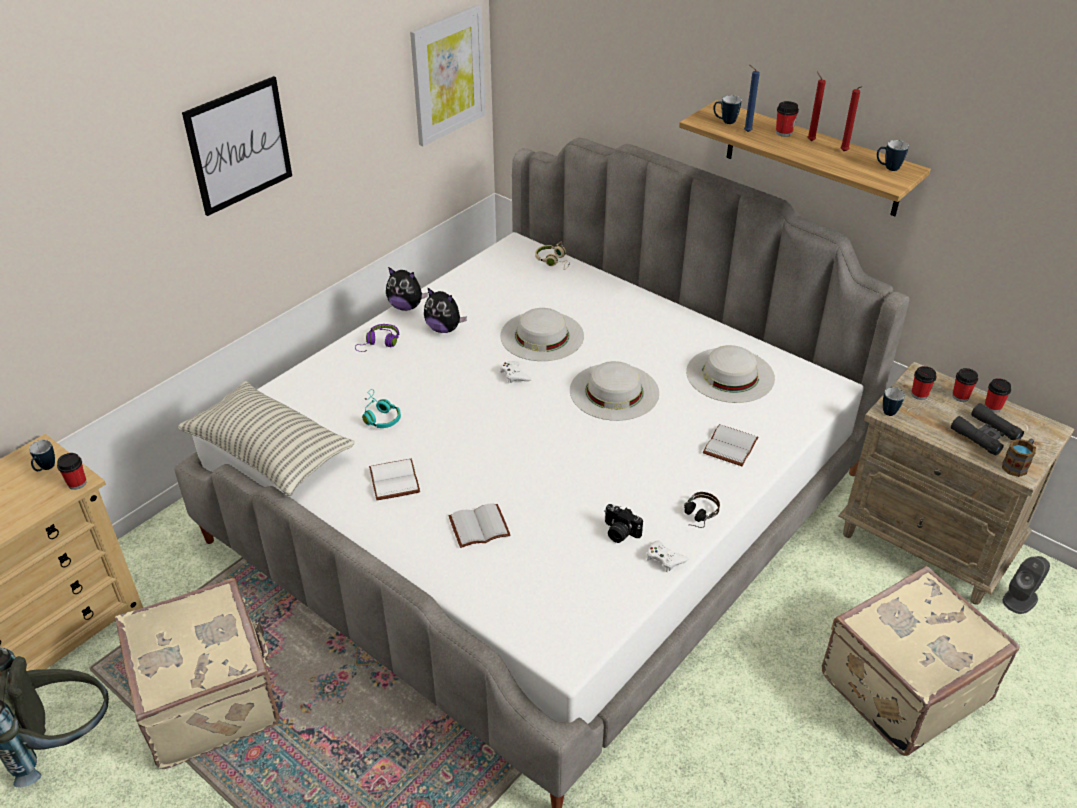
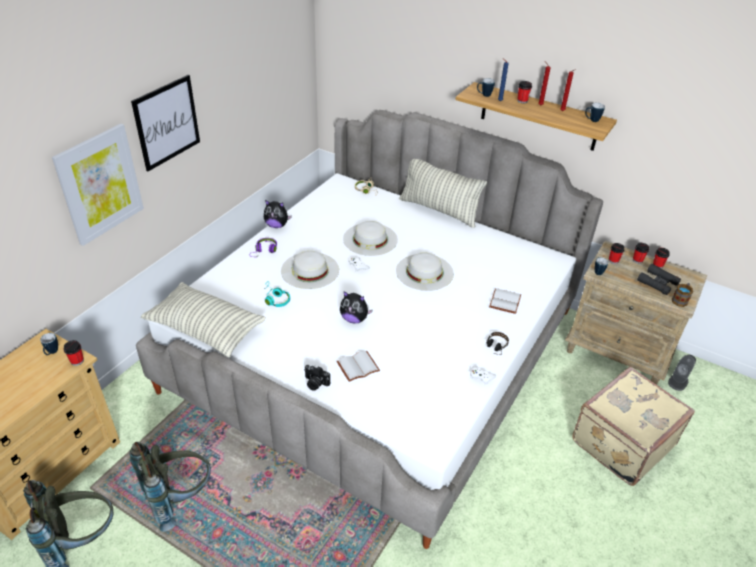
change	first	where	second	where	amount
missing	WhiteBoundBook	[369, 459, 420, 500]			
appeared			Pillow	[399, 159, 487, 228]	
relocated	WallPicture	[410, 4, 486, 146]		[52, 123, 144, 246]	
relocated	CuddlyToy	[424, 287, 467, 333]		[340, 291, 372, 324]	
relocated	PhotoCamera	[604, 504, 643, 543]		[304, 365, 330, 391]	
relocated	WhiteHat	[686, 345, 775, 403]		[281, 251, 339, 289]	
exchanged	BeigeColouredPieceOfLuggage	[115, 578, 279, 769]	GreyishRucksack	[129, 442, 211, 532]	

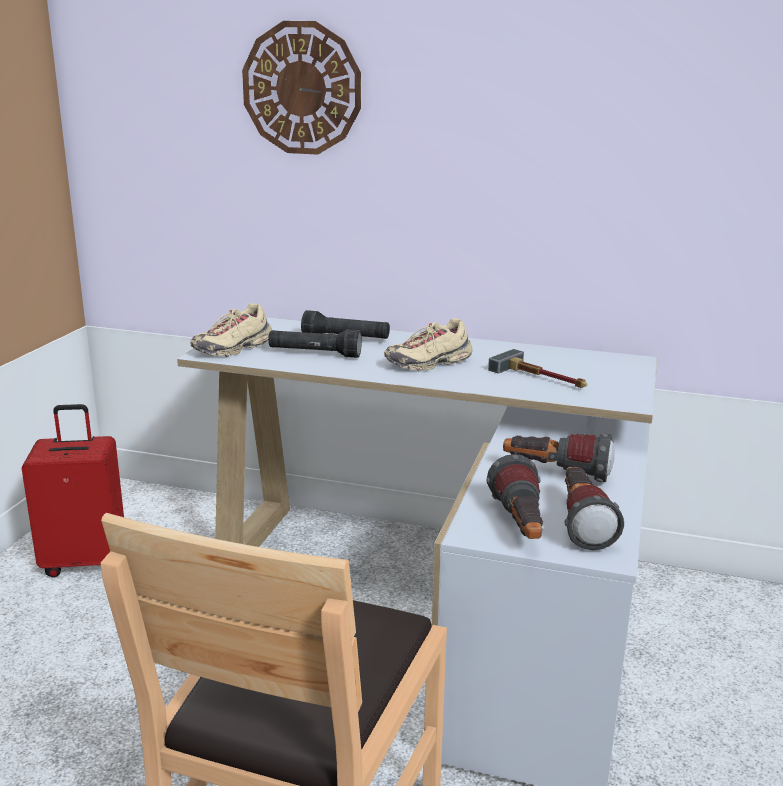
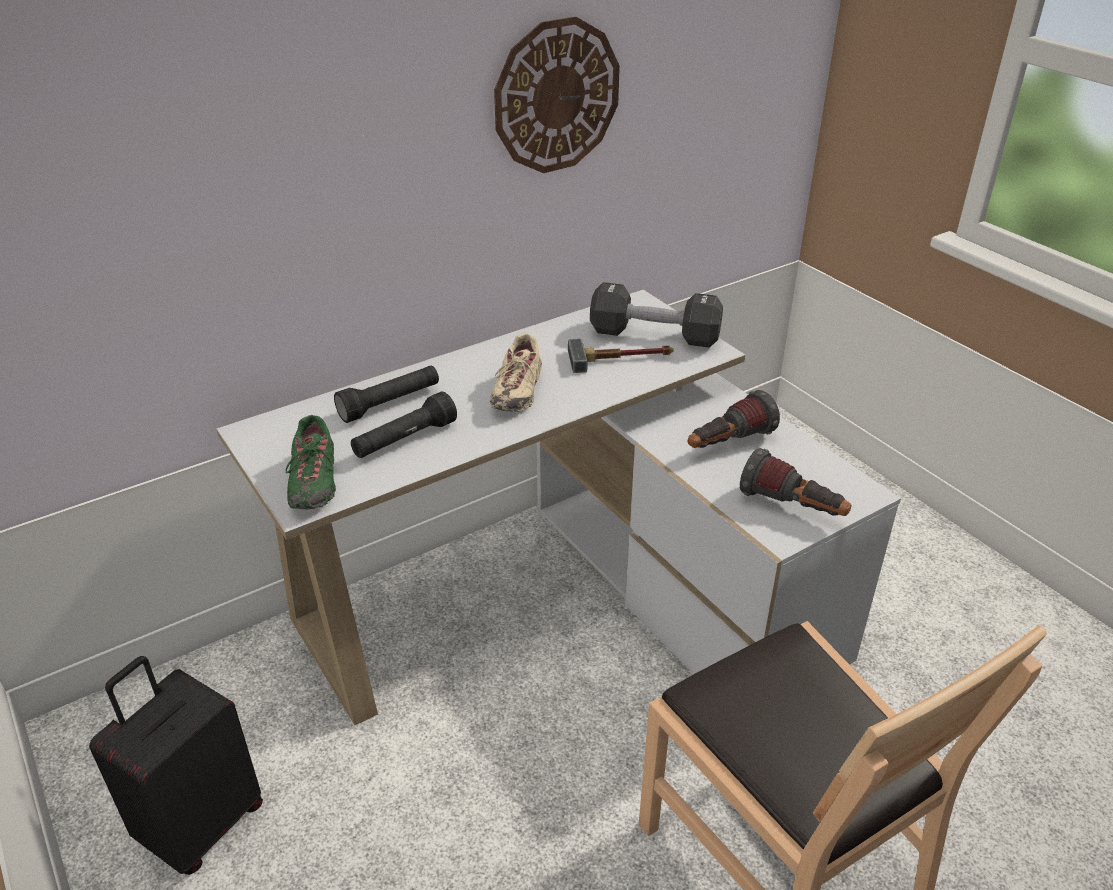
change	first	where	second	where	amount
missing	HandTorch	[565, 467, 624, 550]			
appeared			BlackishDumbbell	[590, 282, 723, 348]	
relocated	WallClock	[242, 21, 361, 155]		[494, 16, 620, 173]	
colour	RedPieceOfLuggage	[22, 404, 124, 578]	BlackishPieceOfLuggage	[89, 656, 263, 875]	
colour	BeigeColouredLowShoe	[190, 303, 272, 357]	GreenishLowShoe	[286, 415, 336, 509]	

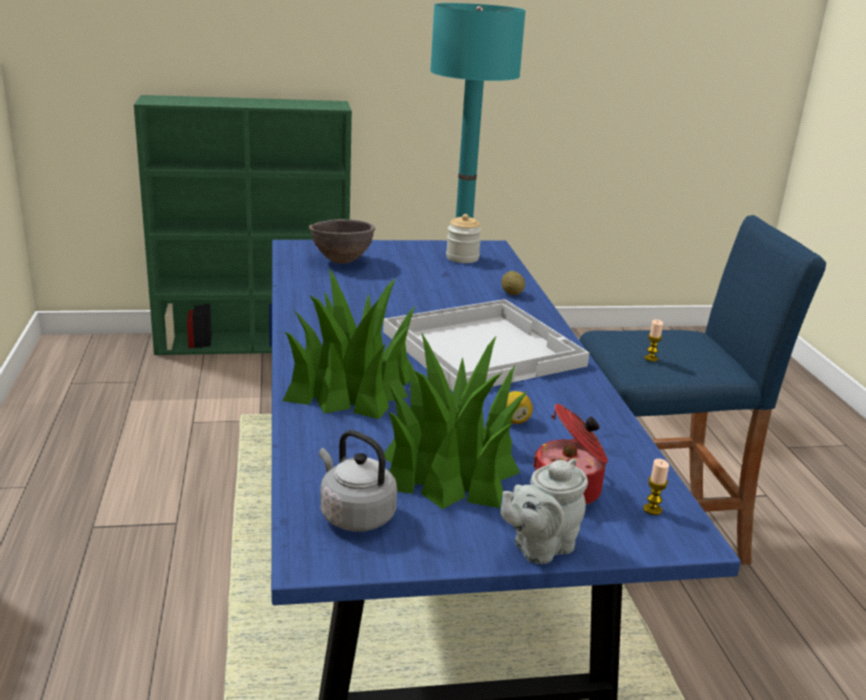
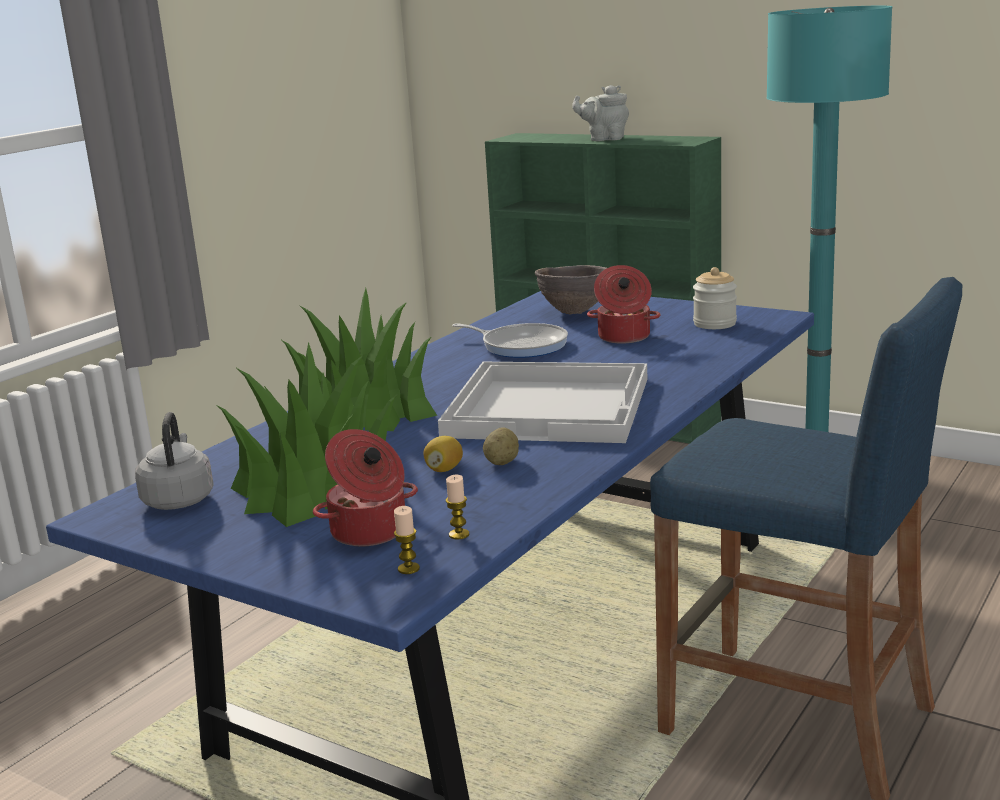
change	first	where	second	where	amount
appeared			Skillet	[452, 323, 568, 358]	
appeared			Stockpot	[587, 265, 661, 344]	
relocated	Spud	[501, 271, 525, 295]		[483, 427, 519, 465]	
relocated	GreyishTeapot	[501, 459, 588, 564]		[572, 85, 629, 141]	
relocated	Candle	[645, 319, 663, 361]		[446, 475, 469, 540]	

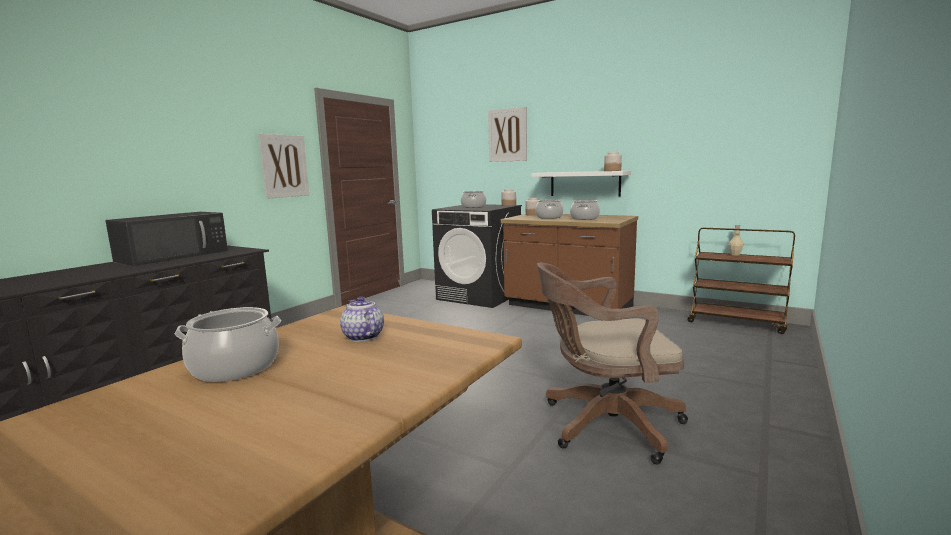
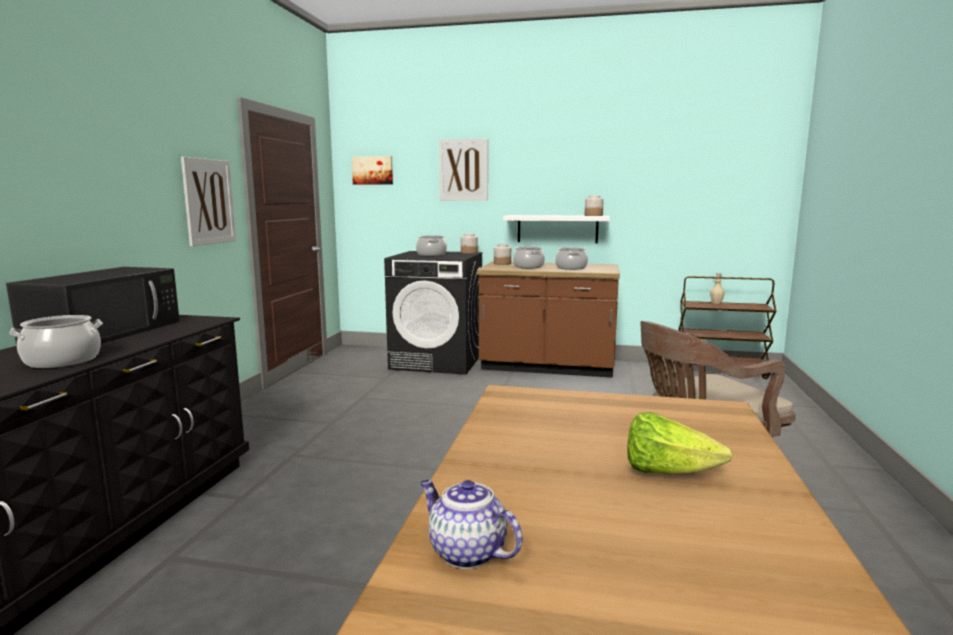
change	first	where	second	where	amount
appeared			WallPicture	[352, 156, 393, 185]	
appeared			Lettuce	[627, 412, 733, 474]	
relocated	Stockpot	[174, 307, 281, 382]		[9, 315, 103, 368]	
relocated	Teapot	[340, 296, 384, 342]		[420, 479, 522, 569]	

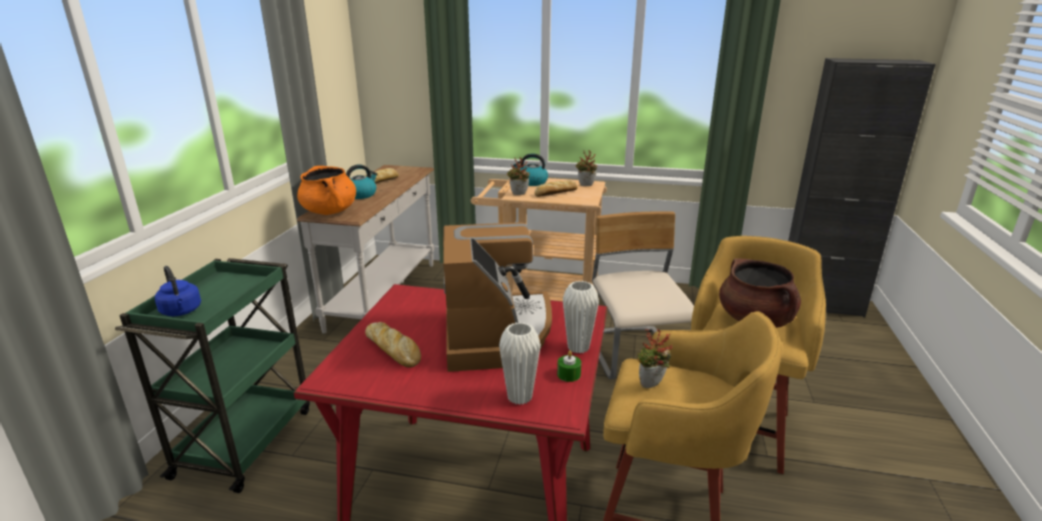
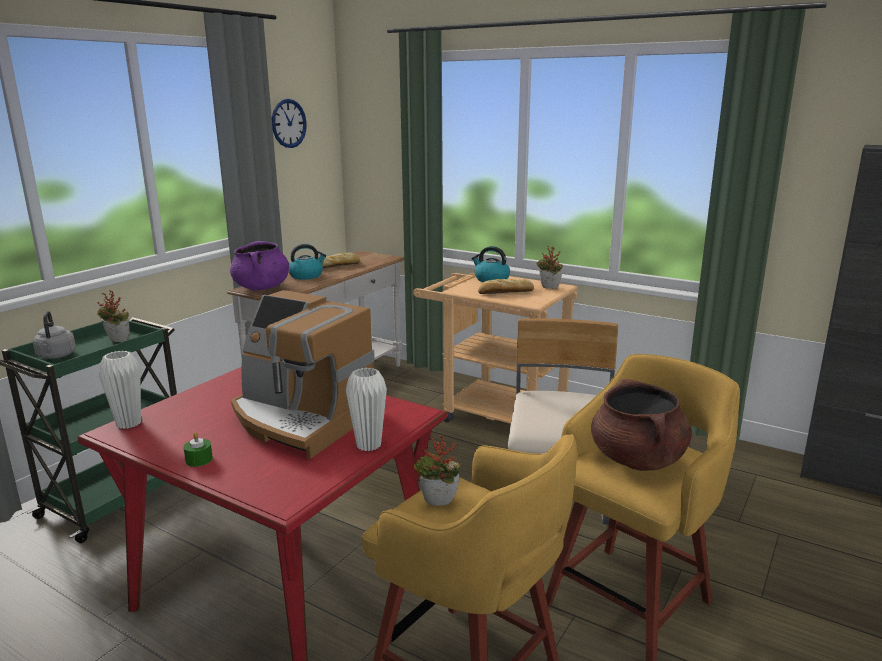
change	first	where	second	where	amount
missing	Bread	[365, 322, 421, 368]			
appeared			WallClock	[272, 99, 307, 148]	
relocated	WhiteVase	[499, 322, 541, 405]		[99, 351, 141, 429]	
relocated	Houseplant	[507, 157, 530, 195]		[97, 291, 130, 342]	
relocated	GreenishCandle	[557, 351, 581, 382]		[183, 432, 213, 467]	
colour	BluishTeaKettle	[155, 266, 201, 316]	GreyishTeaKettle	[33, 311, 76, 359]	
colour	OrangeStockpot	[297, 166, 356, 215]	PurplishStockpot	[230, 241, 289, 290]	
spun	CoffeeBrewer	[443, 222, 552, 372]		[231, 290, 375, 459]	105 degrees clockwise

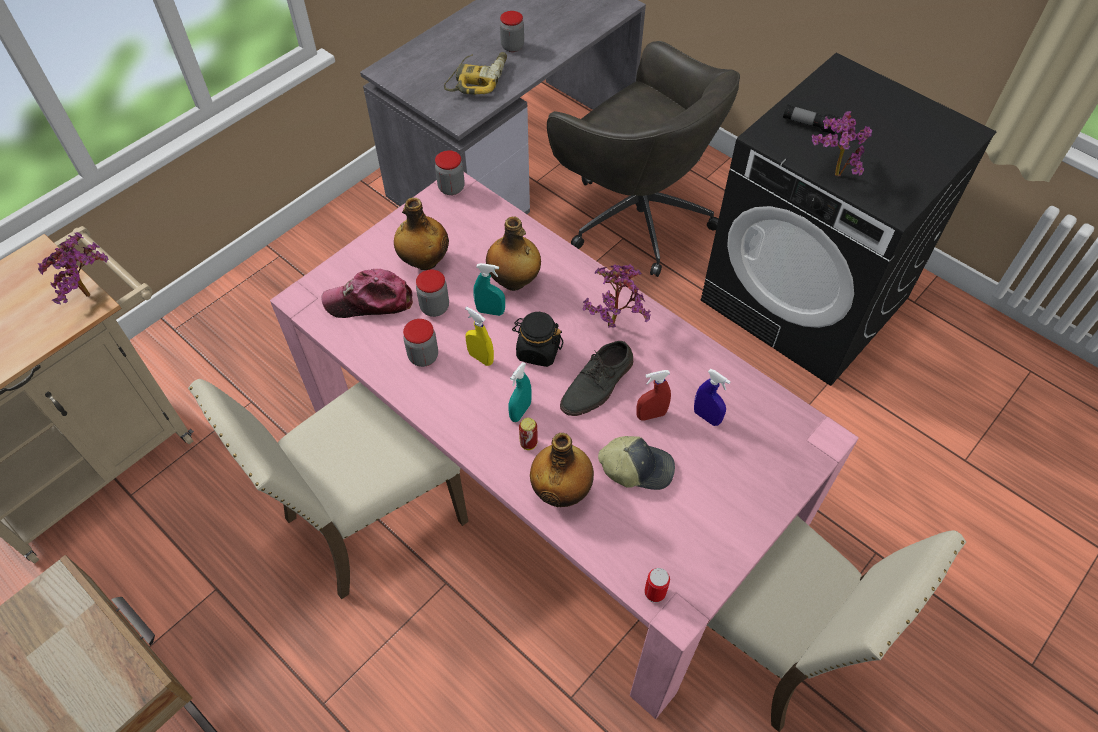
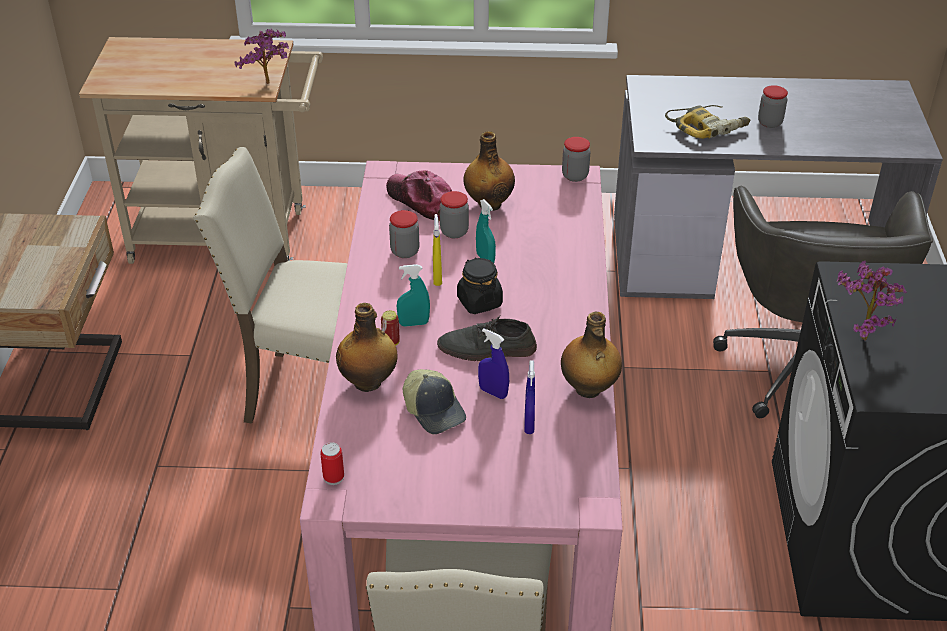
change	first	where	second	where	amount
missing	Houseplant	[583, 264, 651, 327]			
missing	HandTorch	[783, 104, 842, 135]			
relocated	Bottle	[486, 217, 541, 291]		[561, 312, 622, 398]	
colour	RedSprayBottle	[636, 370, 671, 421]	BluishSprayBottle	[478, 328, 509, 399]	

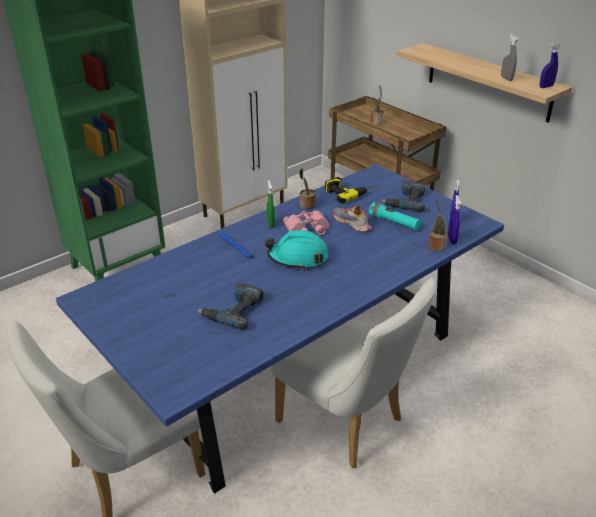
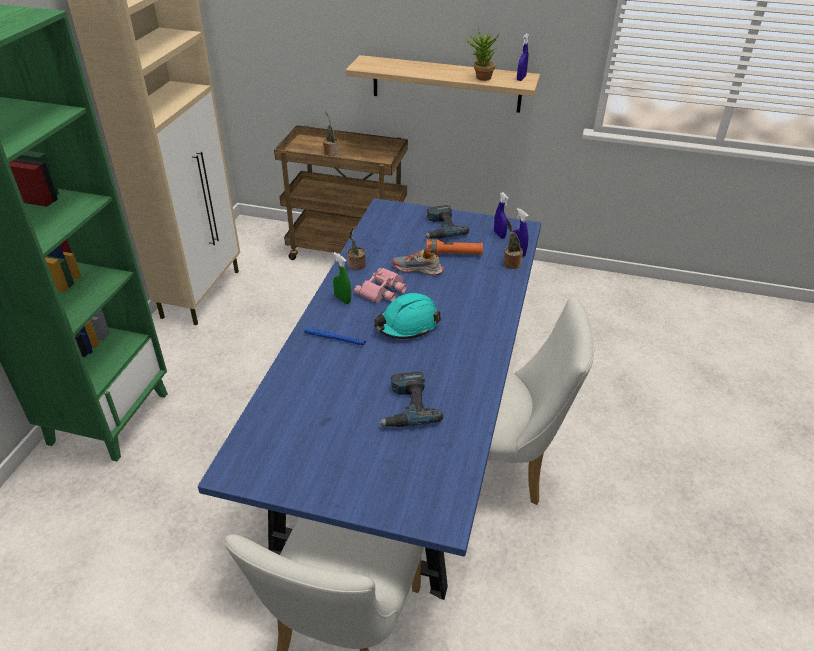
change	first	where	second	where	amount
missing	Drill	[325, 177, 379, 203]			
exchanged	GreyishSprayBottle	[501, 34, 518, 81]	Houseplant	[466, 29, 500, 81]	
colour	TurquoiseHandTorch	[369, 202, 421, 231]	OrangeHandTorch	[426, 239, 483, 255]	

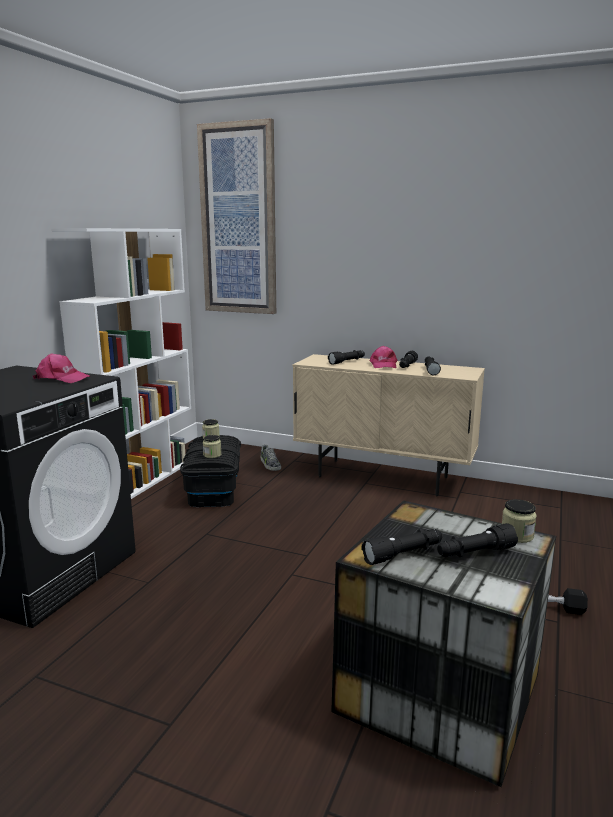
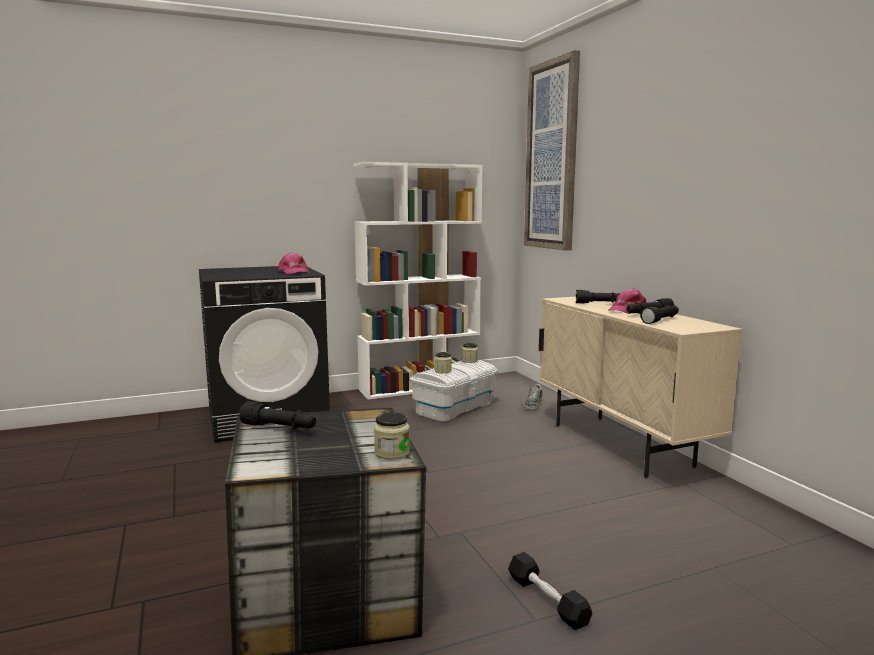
change	first	where	second	where	amount
missing	BlackishHandTorch	[437, 523, 518, 557]			
colour	BlackishStorageBin	[180, 435, 241, 507]	WhiteStorageBin	[410, 360, 498, 421]	

